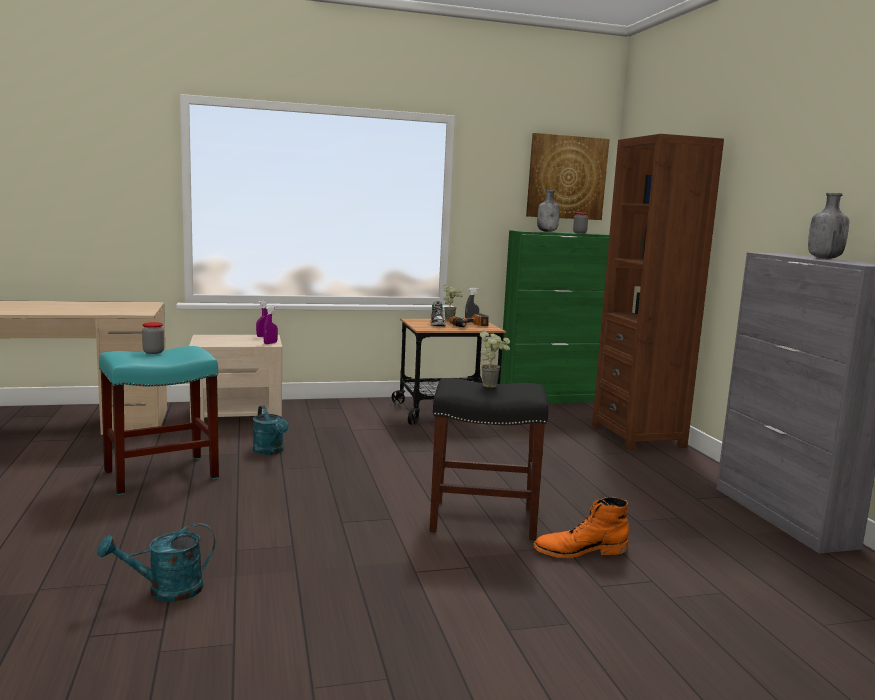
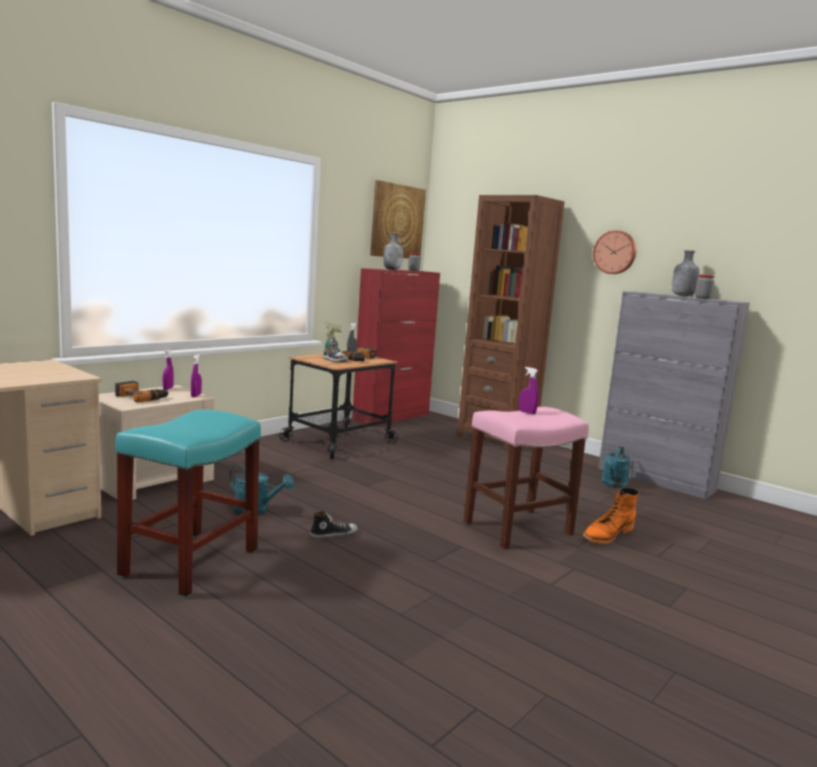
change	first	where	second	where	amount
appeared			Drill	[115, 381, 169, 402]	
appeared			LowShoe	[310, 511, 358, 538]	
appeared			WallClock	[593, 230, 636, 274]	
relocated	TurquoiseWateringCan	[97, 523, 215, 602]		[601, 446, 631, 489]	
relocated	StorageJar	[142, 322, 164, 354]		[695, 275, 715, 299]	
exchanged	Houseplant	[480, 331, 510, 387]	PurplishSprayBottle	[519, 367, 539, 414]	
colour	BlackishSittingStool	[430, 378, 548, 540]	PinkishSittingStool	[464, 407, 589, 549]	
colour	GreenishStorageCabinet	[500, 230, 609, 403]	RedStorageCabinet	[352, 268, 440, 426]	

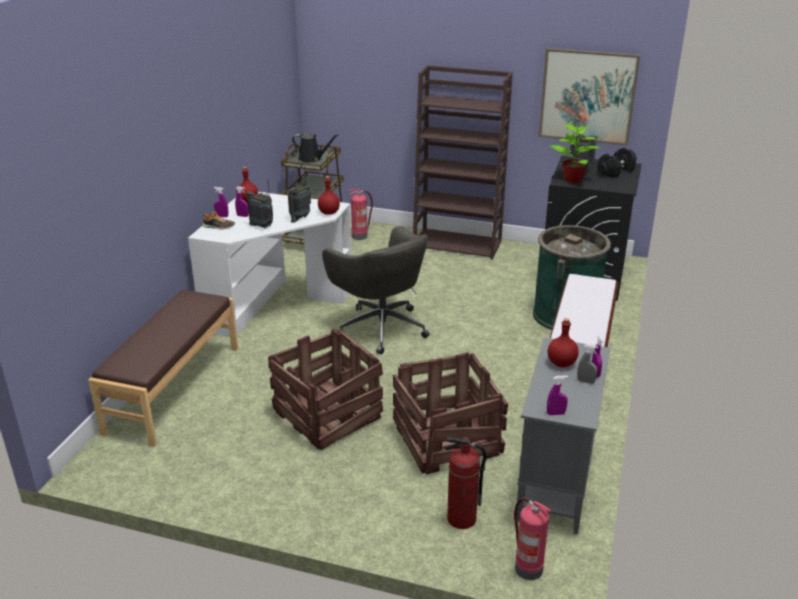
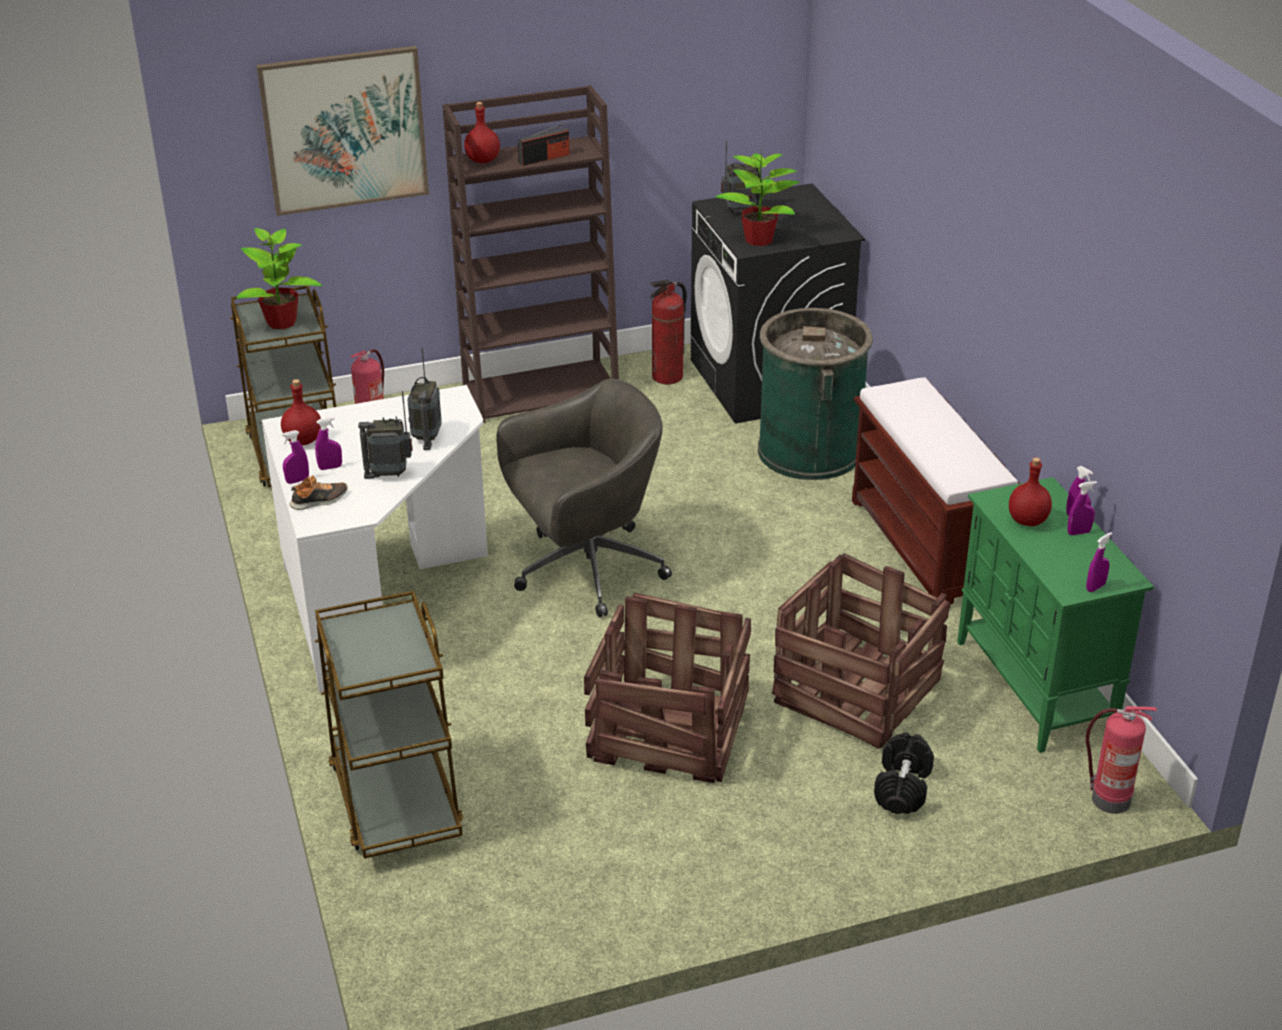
change	first	where	second	where	amount
appeared			Radio	[518, 124, 570, 166]	
relocated	RedBottle	[318, 176, 340, 215]		[464, 102, 500, 163]	
relocated	FireExtinguisher	[445, 436, 487, 529]		[650, 280, 687, 385]	
relocated	WallPicture	[538, 48, 640, 145]		[256, 46, 429, 216]	
relocated	BlackishDumbbell	[597, 148, 637, 178]		[874, 732, 934, 814]	
exchanged	BrownishBench	[88, 290, 238, 447]	BrownishCart	[315, 591, 463, 859]	
exchanged	BlackishWateringCan	[292, 133, 339, 163]	Houseplant	[236, 228, 322, 329]	
colour	GreyishStorageCabinet	[517, 337, 610, 534]	GreenishStorageCabinet	[957, 477, 1154, 753]	
colour	GreyishSprayBottle	[577, 344, 598, 384]	PurplishSprayBottle	[1067, 481, 1097, 535]	
spun	GreyishComputerChair	[322, 226, 430, 355]		[496, 379, 672, 617]	45 degrees counterclockwise

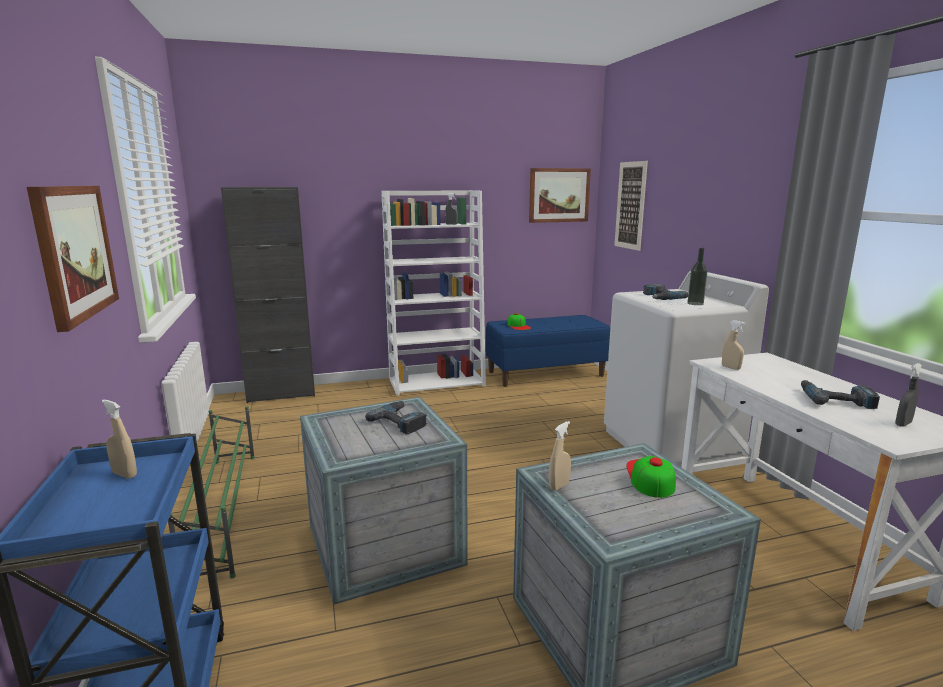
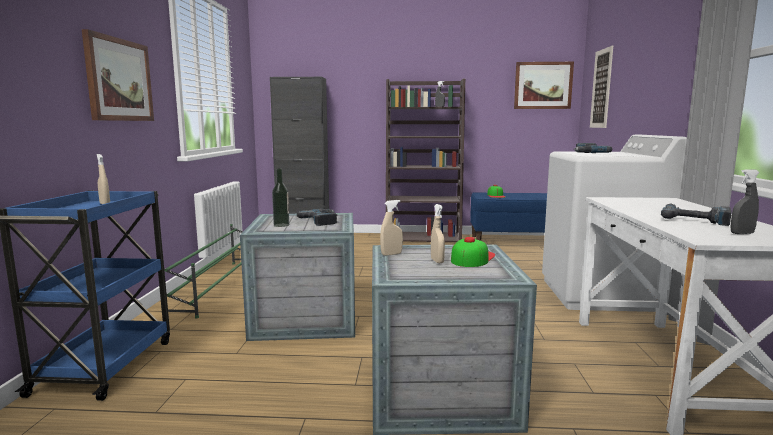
change	first	where	second	where	amount
relocated	Bottle	[687, 248, 707, 305]		[272, 169, 289, 227]	
relocated	BeigeColouredSprayBottle	[722, 320, 745, 370]		[431, 204, 445, 263]	
colour	WhiteBookcase	[381, 190, 486, 395]	BrownishBookcase	[386, 79, 465, 242]	

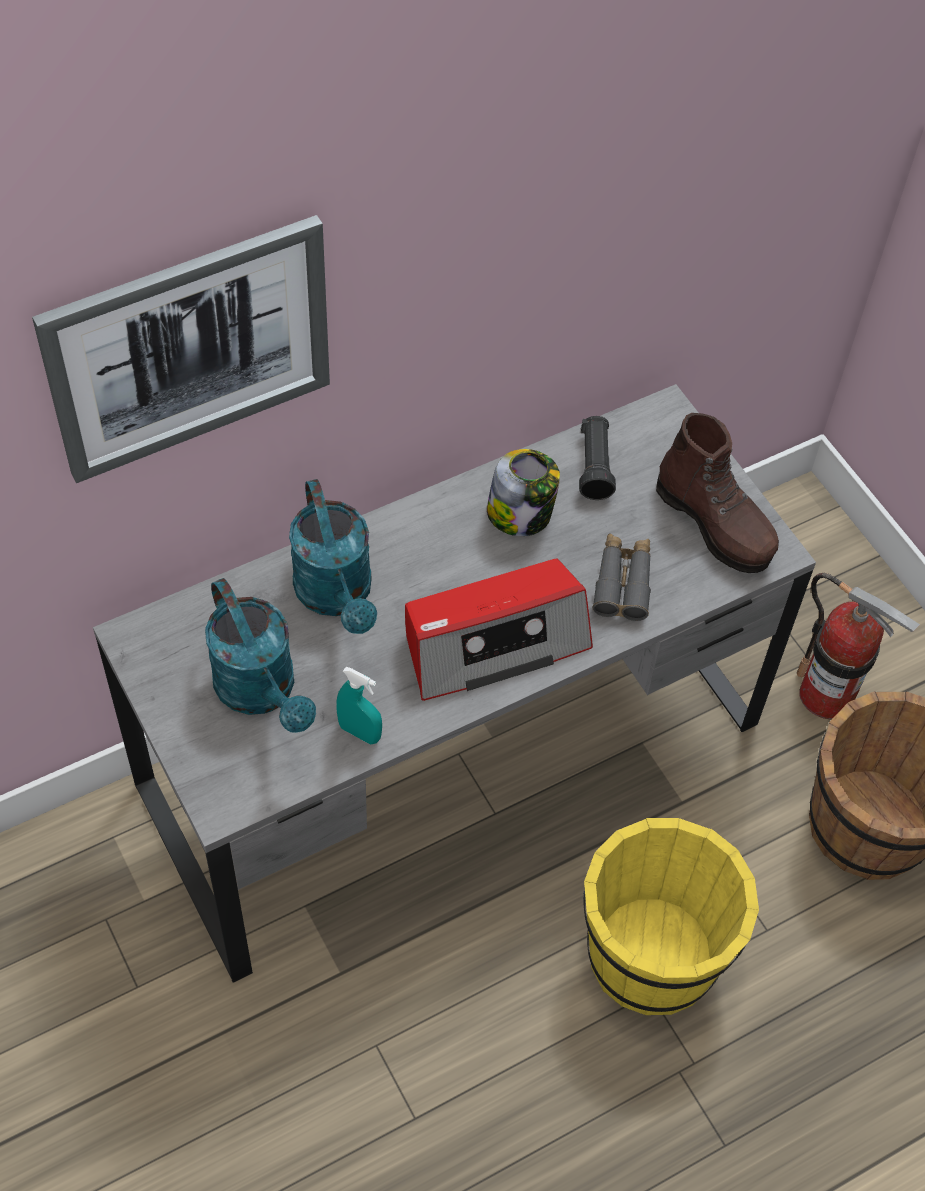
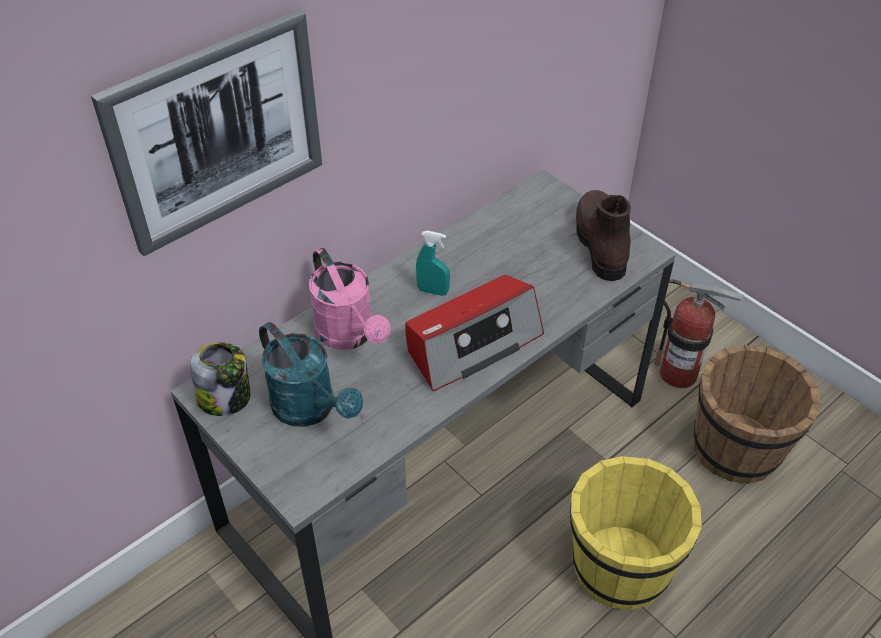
change	first	where	second	where	amount
missing	BlackishHandTorch	[579, 416, 616, 500]			
missing	GreyishBinoculars	[592, 533, 651, 621]			
relocated	TurquoiseSprayBottle	[336, 667, 382, 744]		[416, 231, 450, 296]	
relocated	StorageJar	[487, 449, 560, 536]		[190, 342, 250, 416]	
colour	TurquoiseWateringCan	[289, 479, 377, 634]	PinkishWateringCan	[309, 248, 391, 350]	
spun	BrownishBoot	[656, 413, 779, 573]		[576, 190, 631, 281]	135 degrees counterclockwise

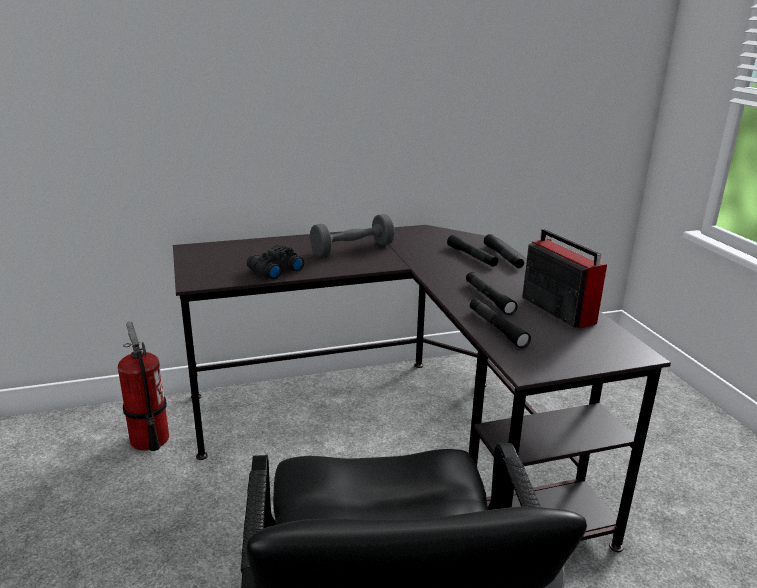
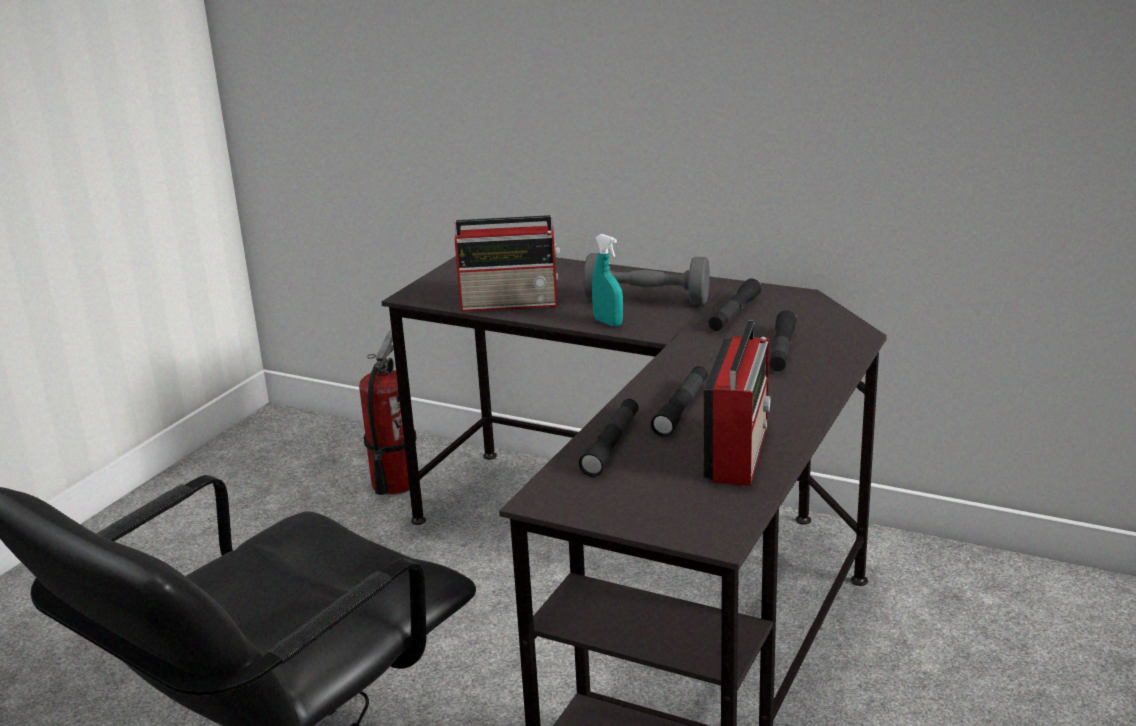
change	first	where	second	where	amount
appeared			TurquoiseSprayBottle	[592, 234, 623, 326]	
relocated	BlackishHandTorch	[484, 234, 524, 268]		[708, 279, 762, 331]	
exchanged	BlackishBinoculars	[247, 245, 304, 279]	Radio	[454, 215, 560, 312]	

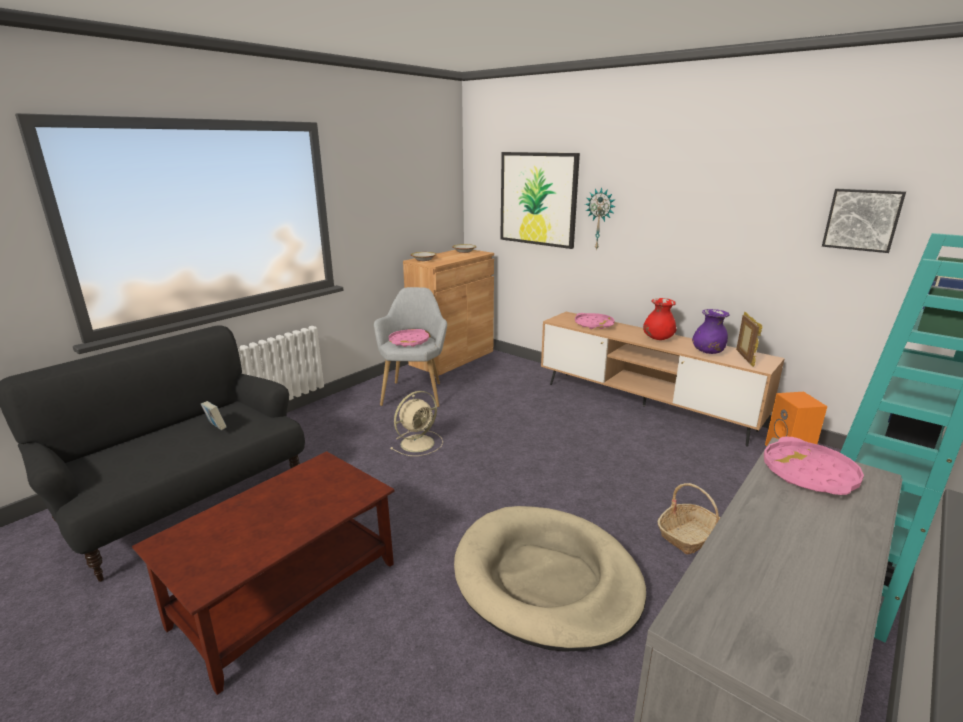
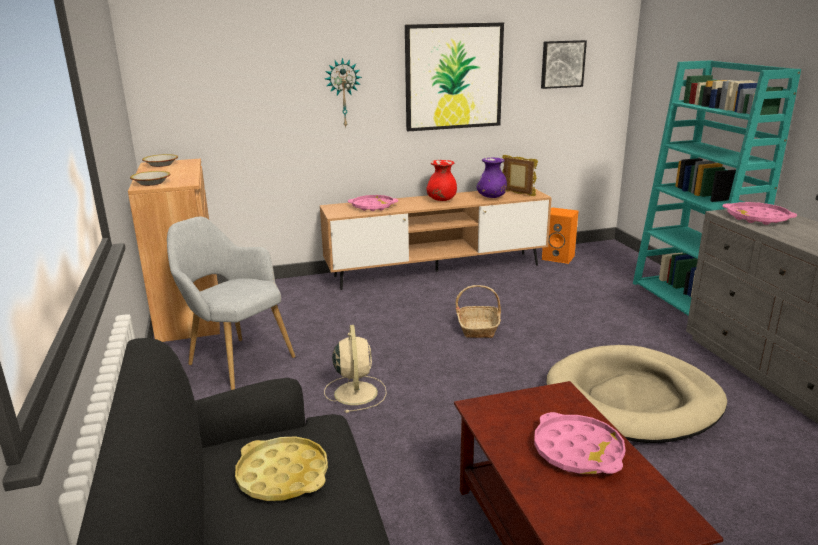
change	first	where	second	where	amount
relocated	PinkishTray	[389, 329, 429, 347]		[534, 412, 625, 474]	
relocated	WallPicture	[500, 152, 580, 249]		[405, 22, 504, 131]	
relocated	Basket	[657, 483, 720, 555]		[455, 285, 501, 338]	
exchanged	BoundBook	[201, 401, 227, 430]	YellowishTray	[235, 436, 328, 501]	

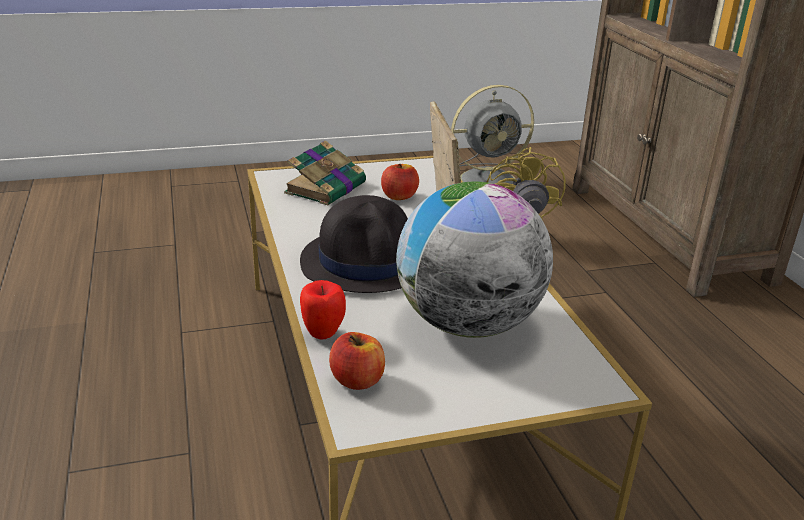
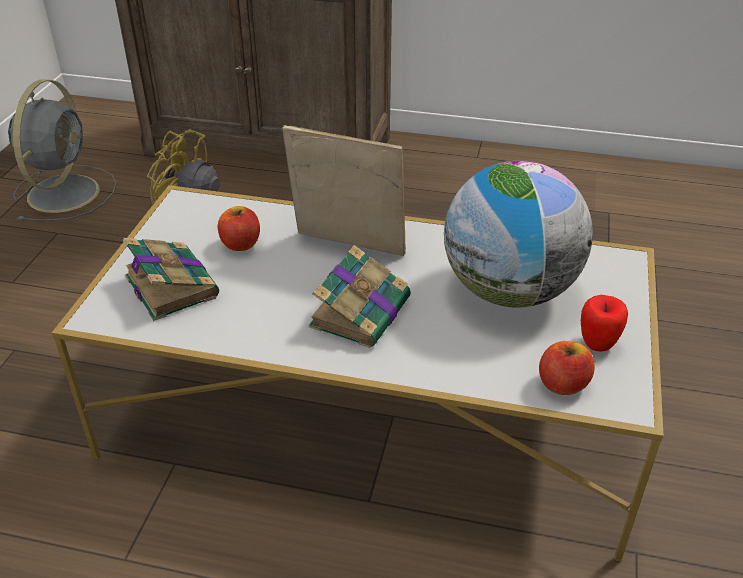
change	first	where	second	where	amount
relocated	AppleFruit	[300, 280, 346, 340]		[581, 295, 628, 351]	
exchanged	BlackishHat	[300, 195, 408, 293]	BoundBook	[309, 245, 411, 348]	

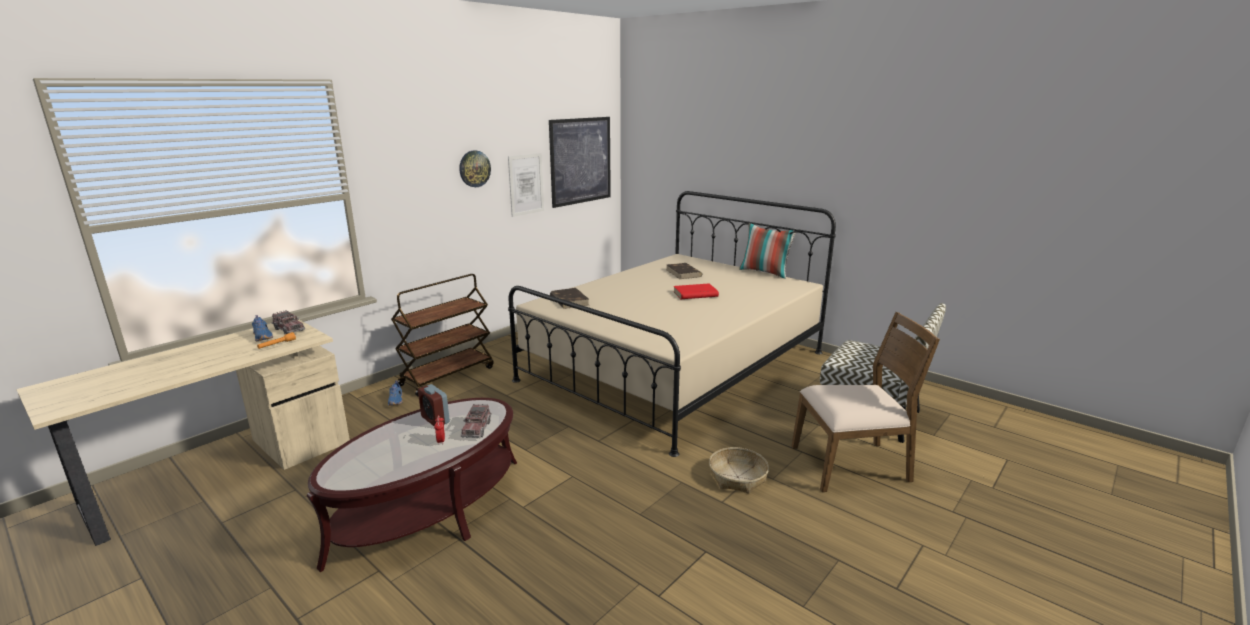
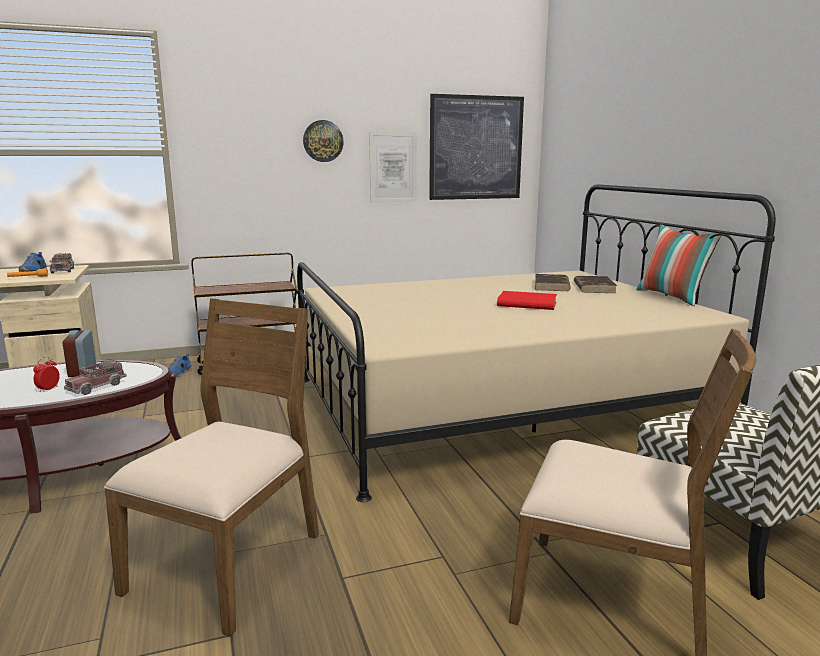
change	first	where	second	where	amount
missing	Basket	[709, 447, 769, 494]			
appeared			BrownishUprightChair	[104, 298, 319, 637]	
relocated	BrownishBoundBook	[550, 288, 589, 309]		[574, 276, 617, 293]	

